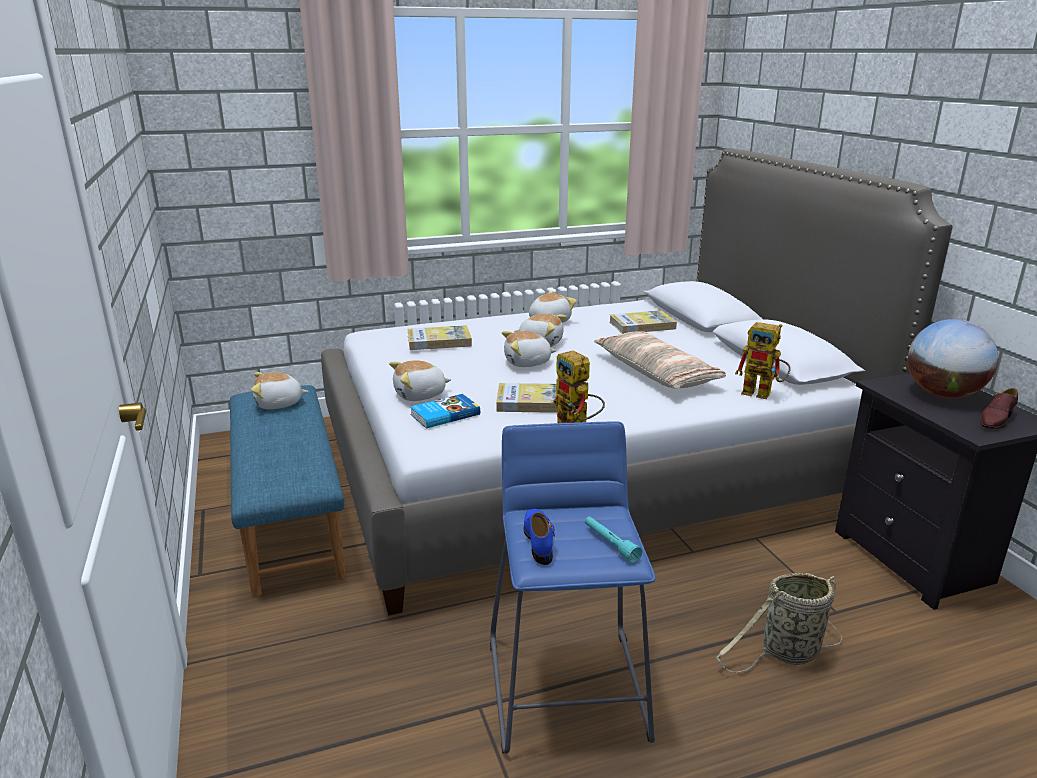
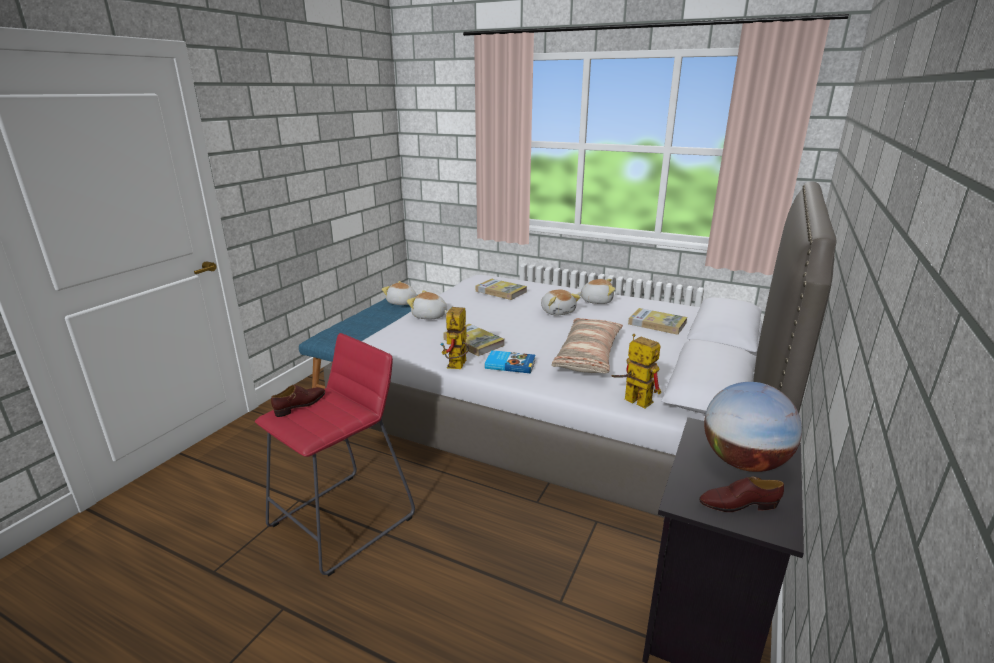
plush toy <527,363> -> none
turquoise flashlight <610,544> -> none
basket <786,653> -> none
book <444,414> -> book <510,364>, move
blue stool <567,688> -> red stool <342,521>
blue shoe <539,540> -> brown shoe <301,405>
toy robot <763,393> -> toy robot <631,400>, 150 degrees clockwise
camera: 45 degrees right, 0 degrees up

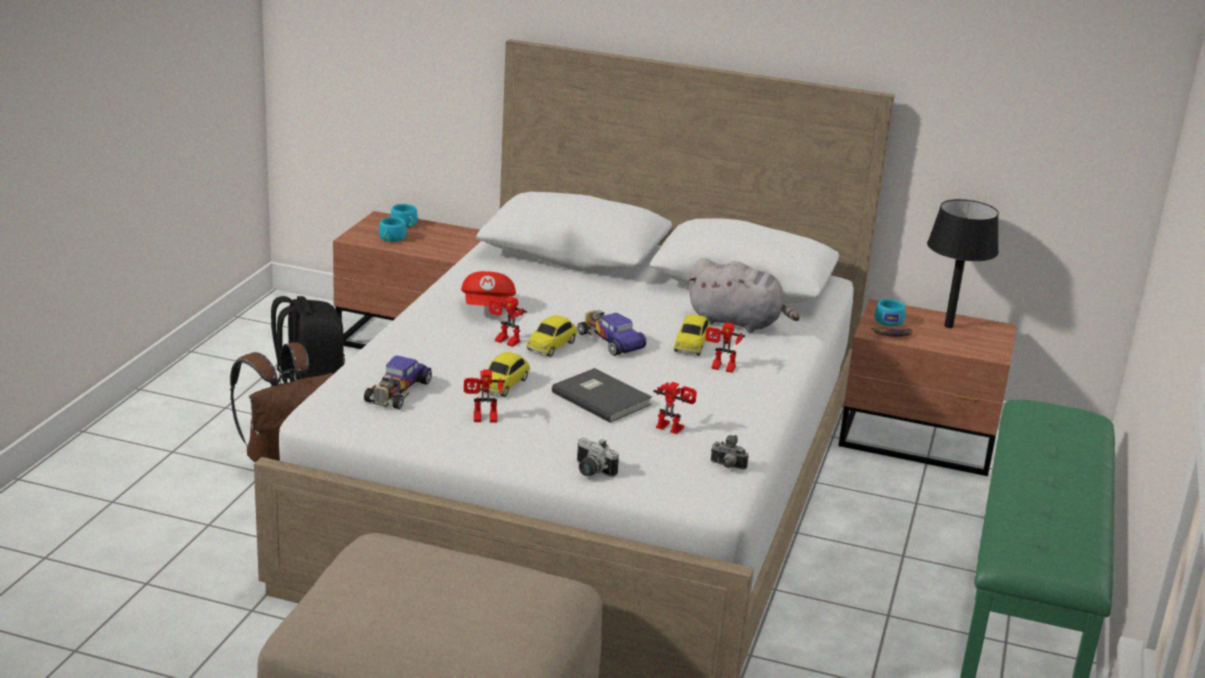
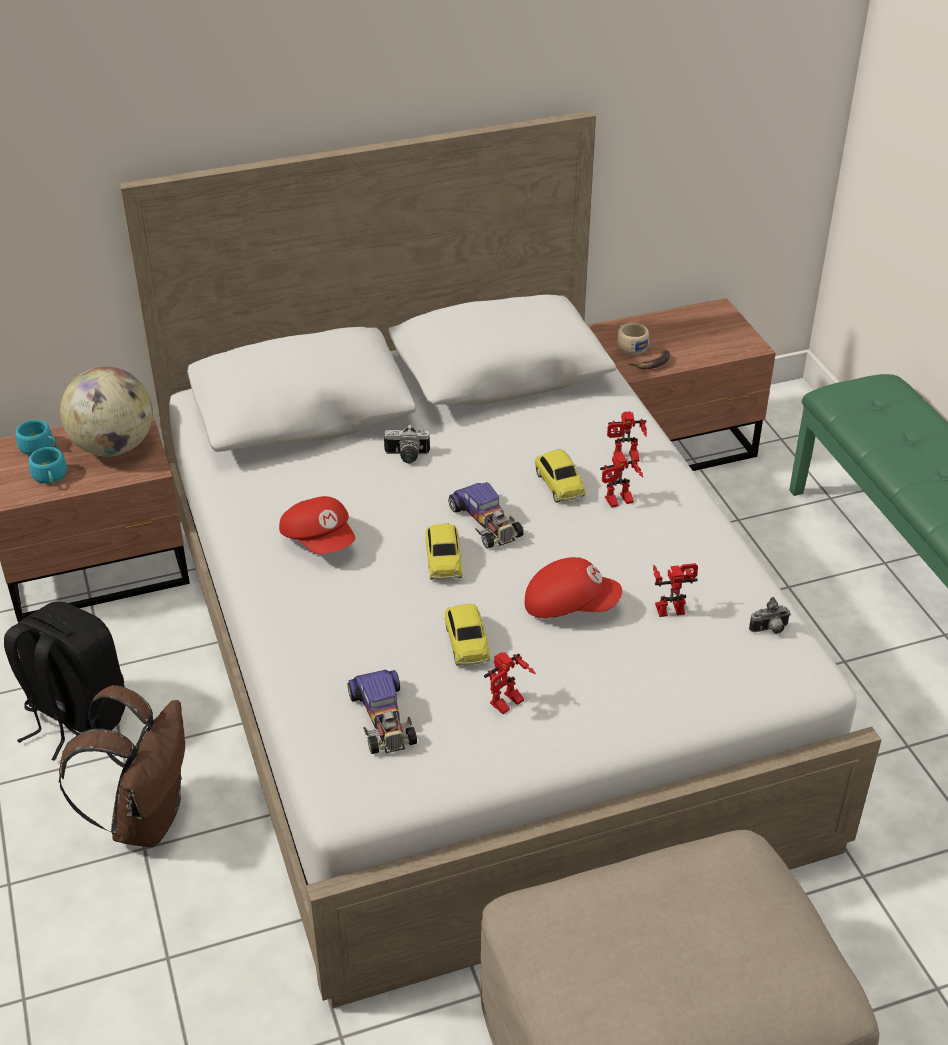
grey plush toy <738,323> -> none
black table lamp <948,326> -> none
none -> globe <114,447>
toy robot <504,342> -> toy robot <625,459>, move
photo camera <591,471> -> photo camera <406,456>, move
grey book <602,397> -> red cap <570,605>
turquoise cup <888,320> -> beige cup <629,345>
toy car <610,341> -> toy car <486,522>, 135 degrees counterclockwise
camera: 35 degrees left, 15 degrees up

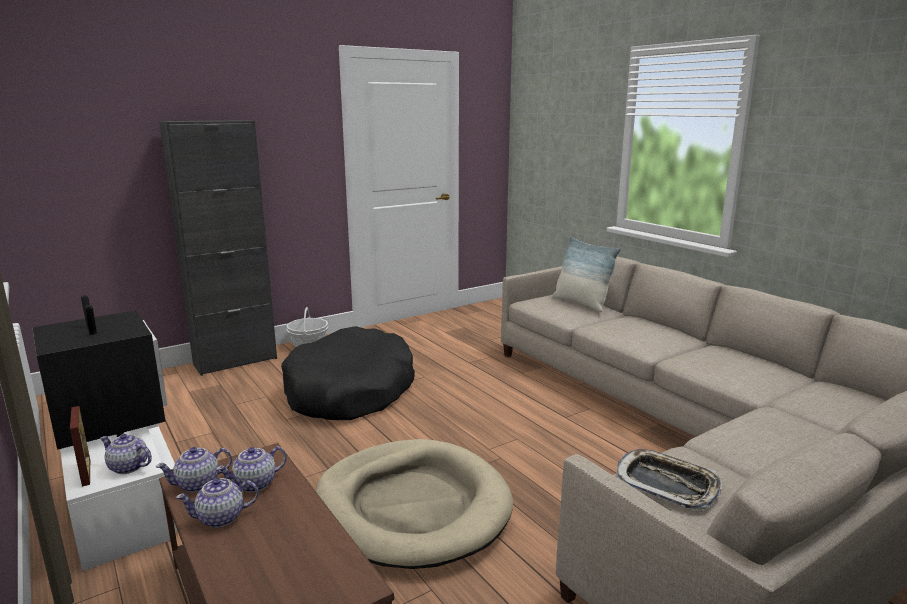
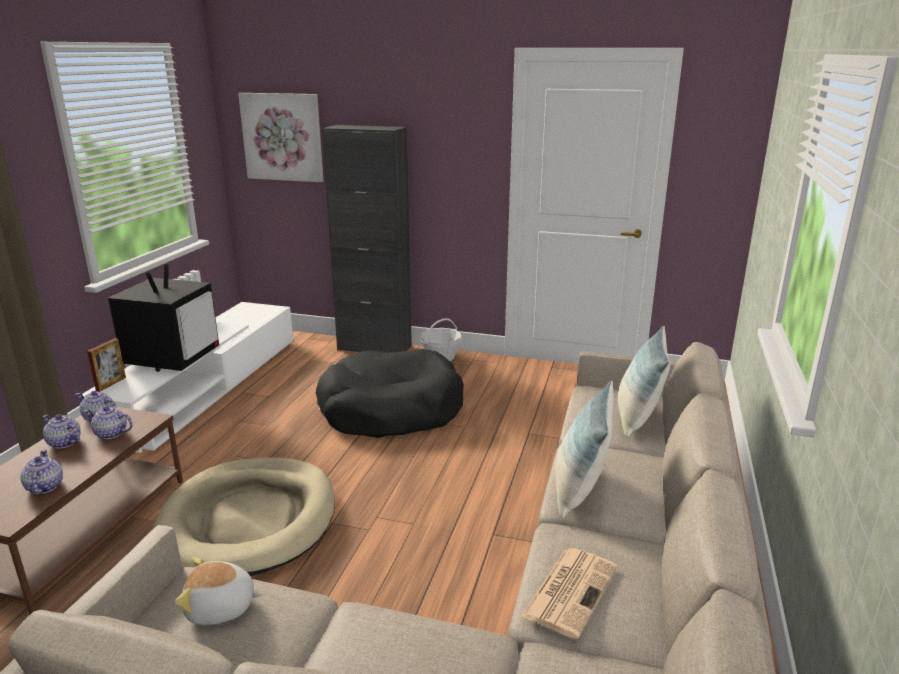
none -> picture <283,137>
none -> newspaper <570,590>
none -> pillow <579,489>
teapot <128,467> -> teapot <44,487>, move
tray <666,484> -> plush toy <220,608>
camera: 50 degrees right, 5 degrees up

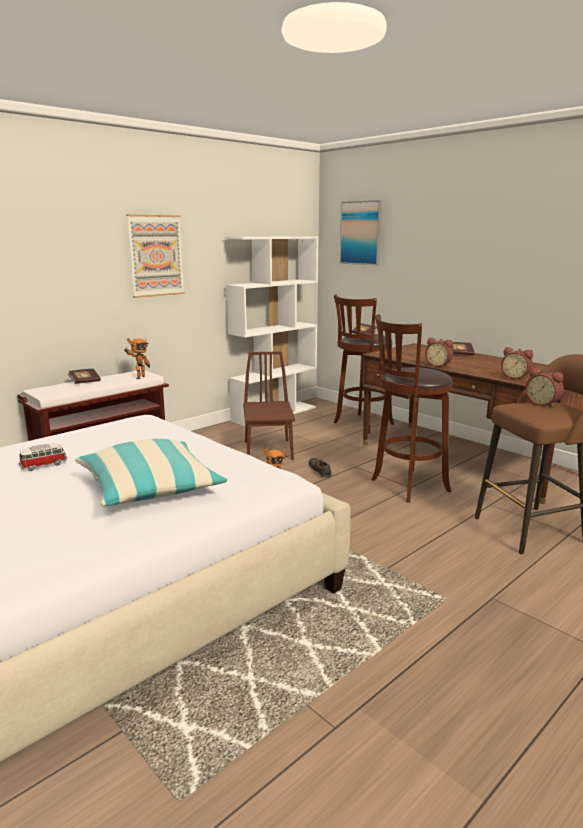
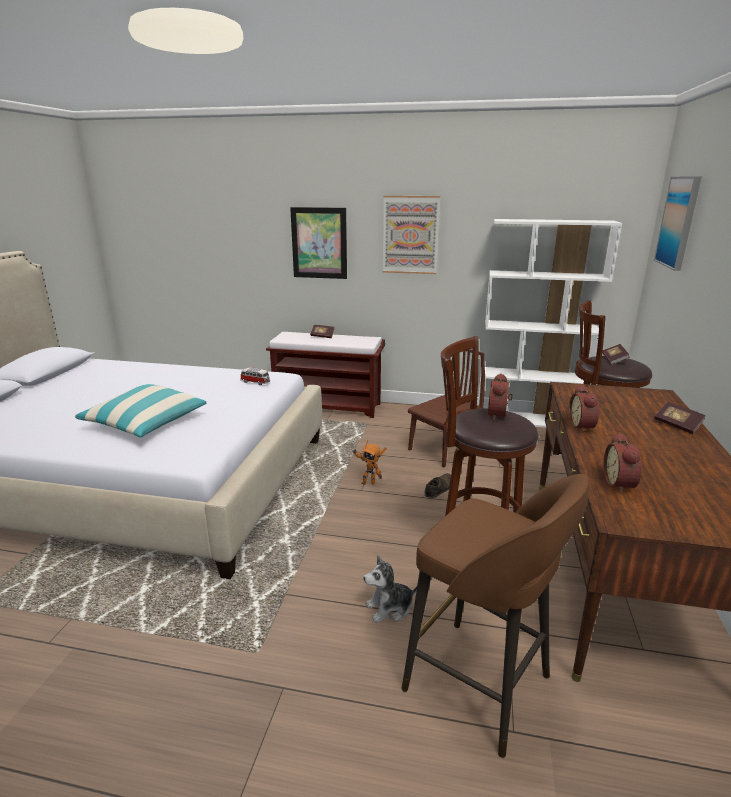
toy robot <139,377> -> none
none -> picture <319,243>
none -> plush toy <390,608>
toy car <44,465> -> toy car <256,382>, move
alarm clock <543,403> -> alarm clock <499,415>, move
camera: 55 degrees right, 5 degrees up

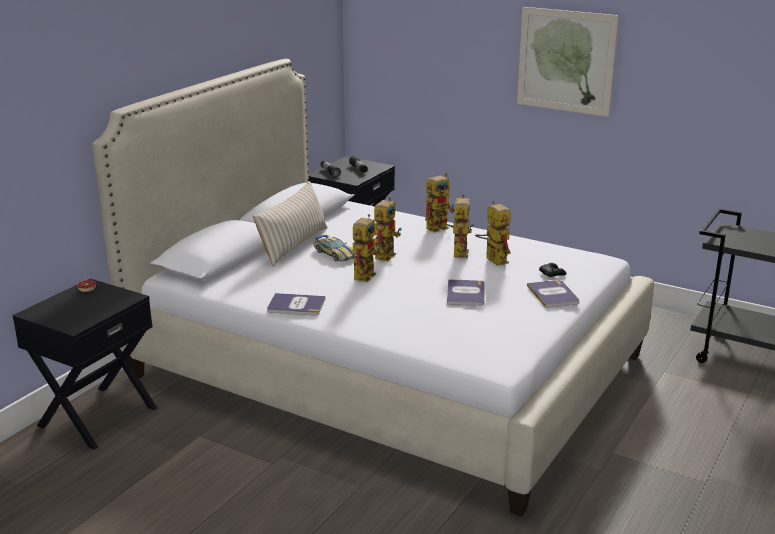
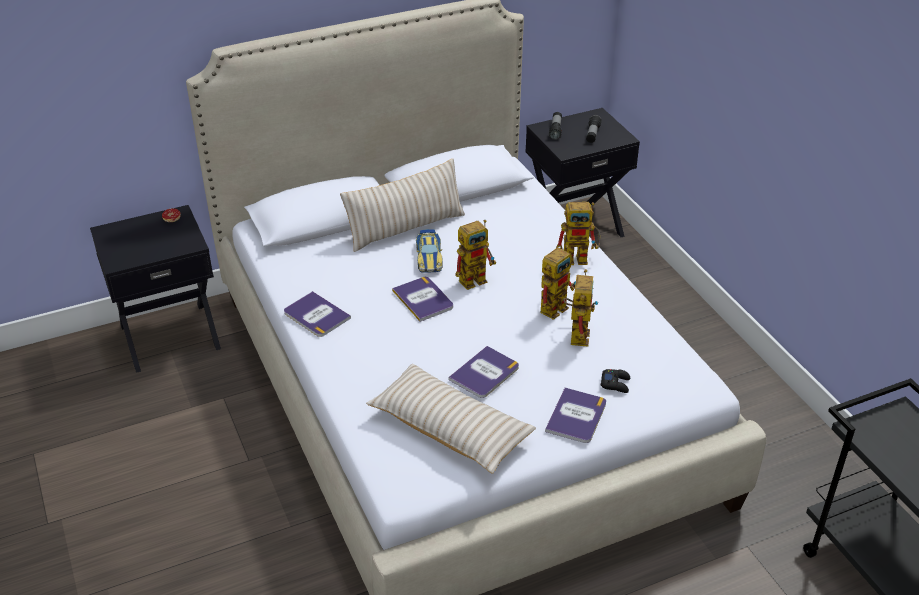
picture <566,61> -> none
none -> beige pillow <450,429>
toy robot <365,274> -> book <423,299>
camera: 35 degrees right, 15 degrees up

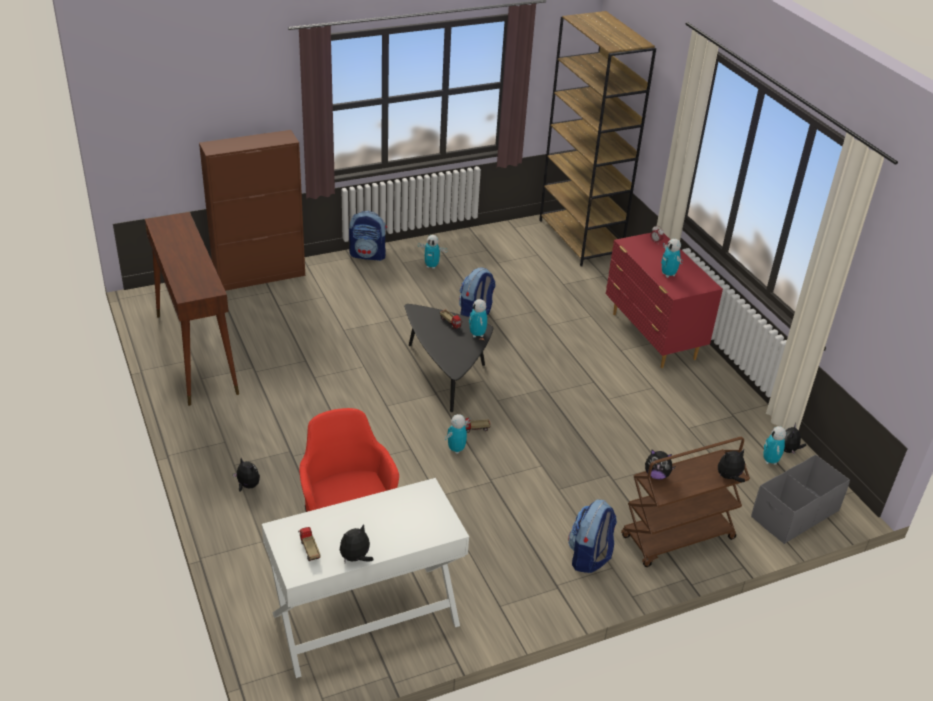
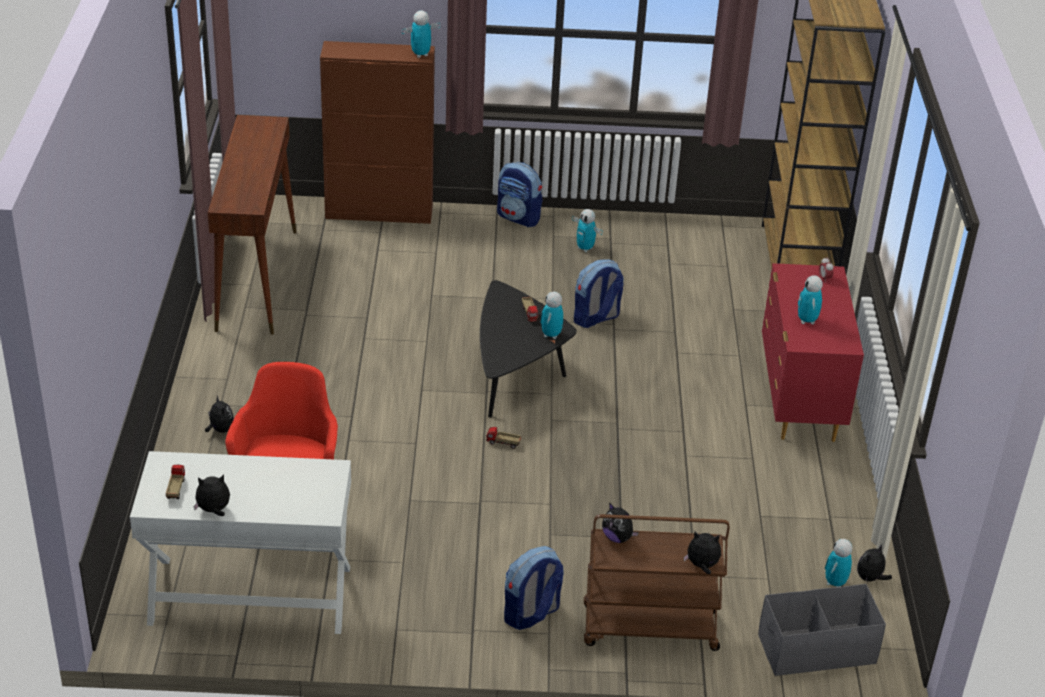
toy robot <456,449> -> toy robot <420,54>, move
camera: 25 degrees right, 0 degrees up

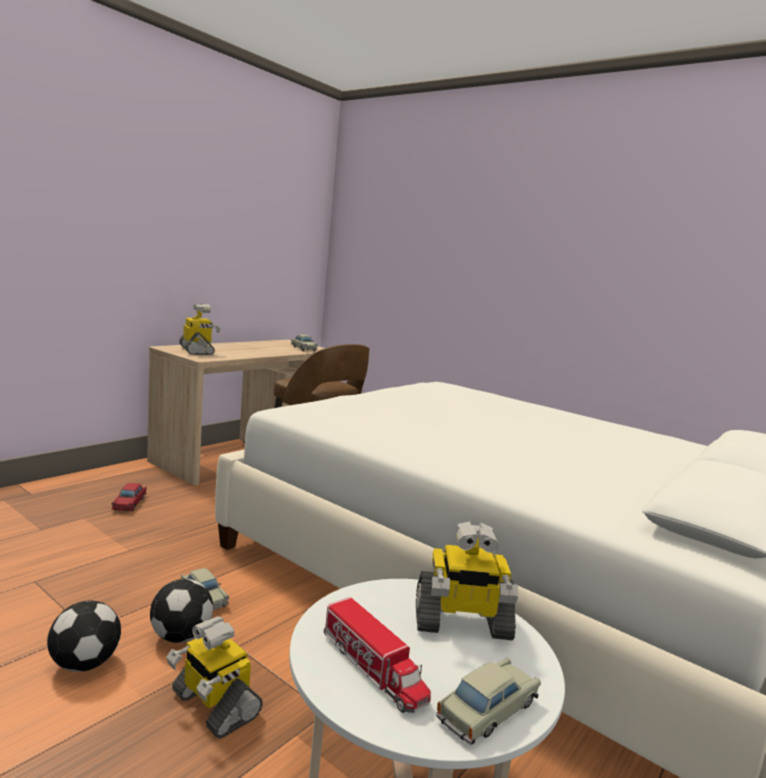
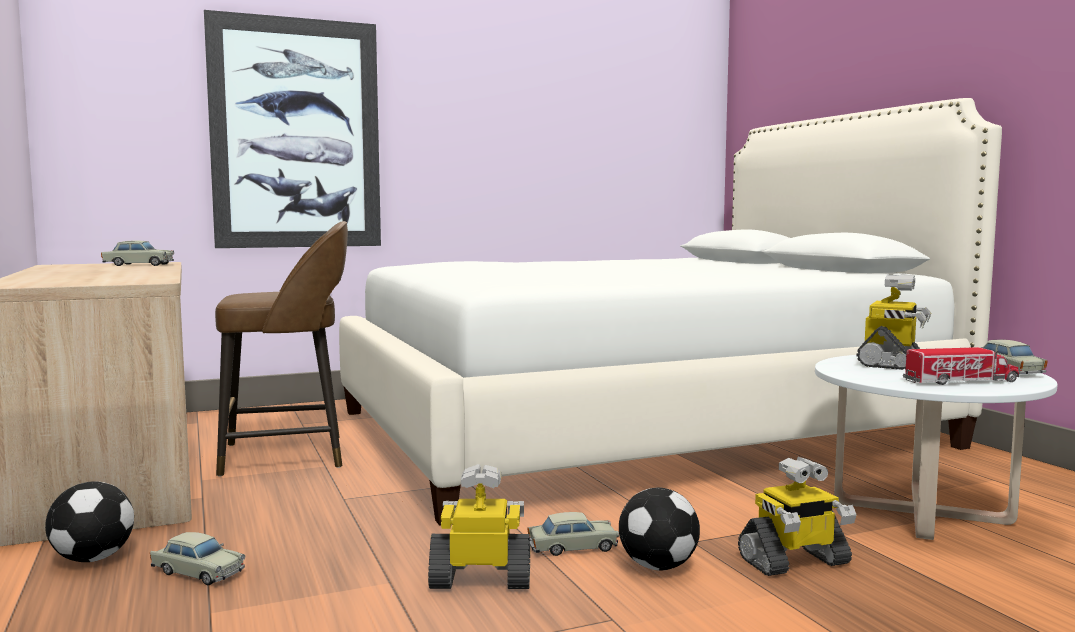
none -> picture <296,134>
football <84,664> -> football <92,559>, move
toy robot <197,351> -> toy robot <482,579>, move
red toy car <130,503> -> beige toy car <198,572>
camera: 60 degrees left, 5 degrees down

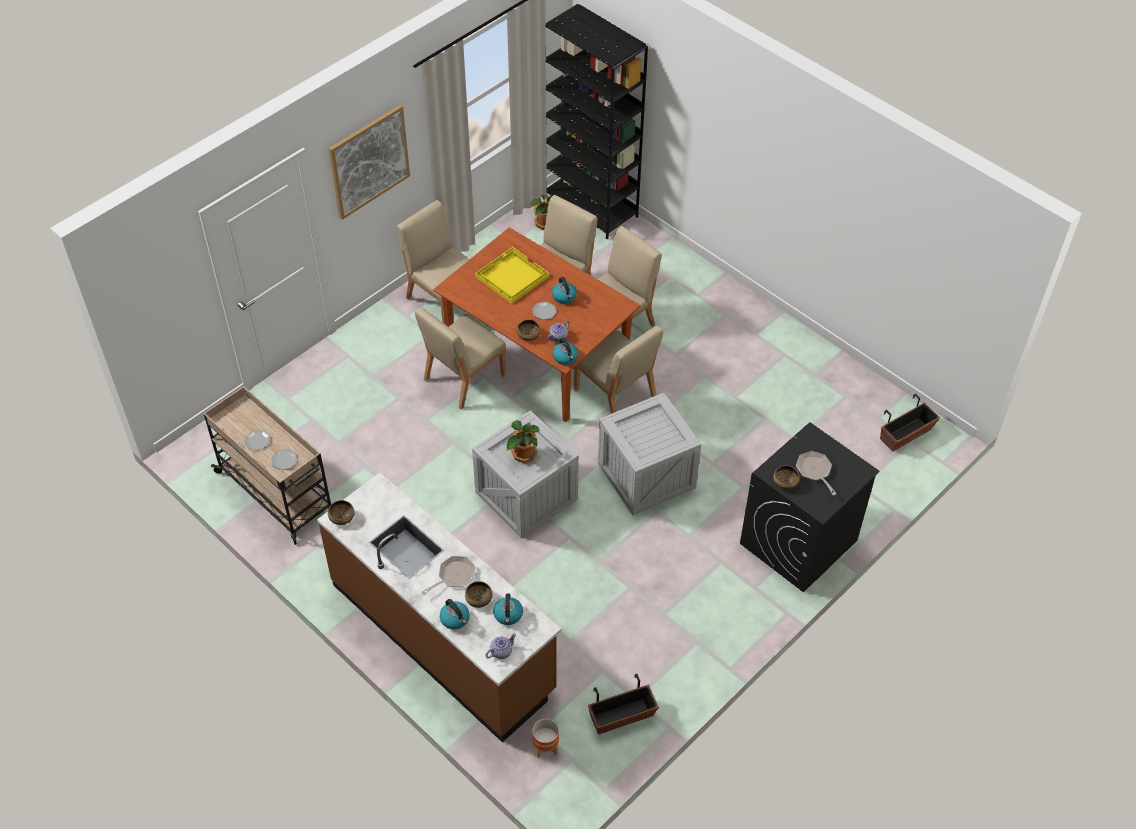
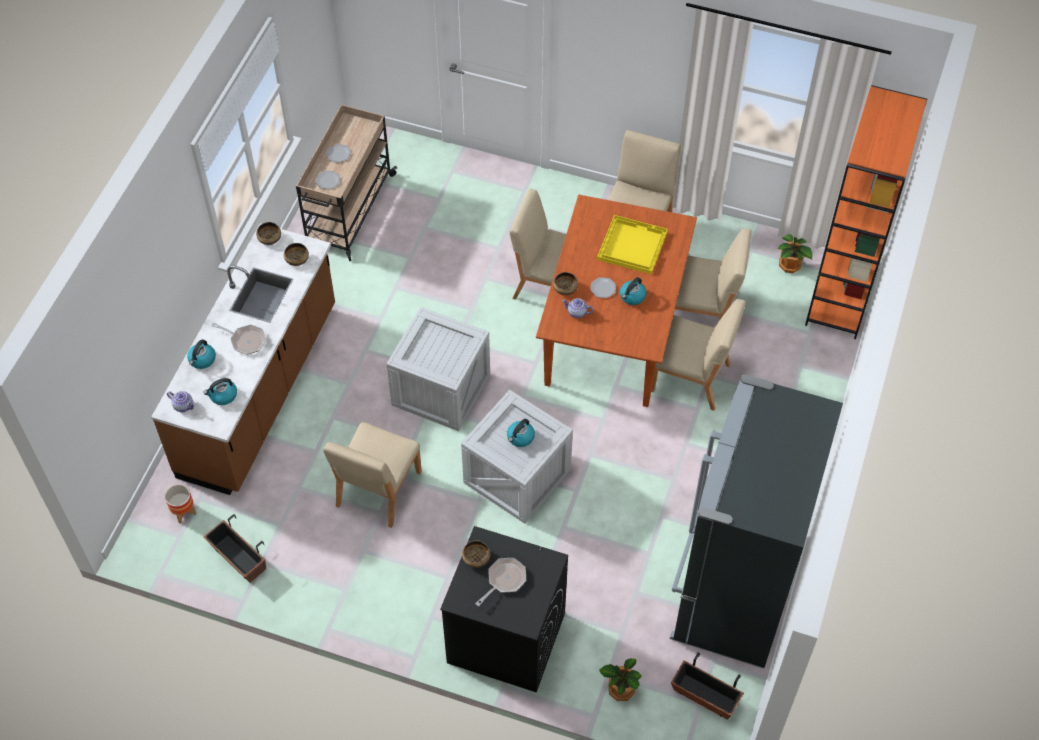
picture <369,161> -> none
none -> black fridge <732,590>
bowl <478,599> -> bowl <296,259>, move
potted plant <523,454> -> potted plant <620,689>, move
kettle <565,357> -> kettle <520,437>, move
beige chair <615,394> -> beige chair <377,490>, move
black bookcase <591,206> -> orange bookcase <841,294>
camera: 65 degrees right, 5 degrees up

